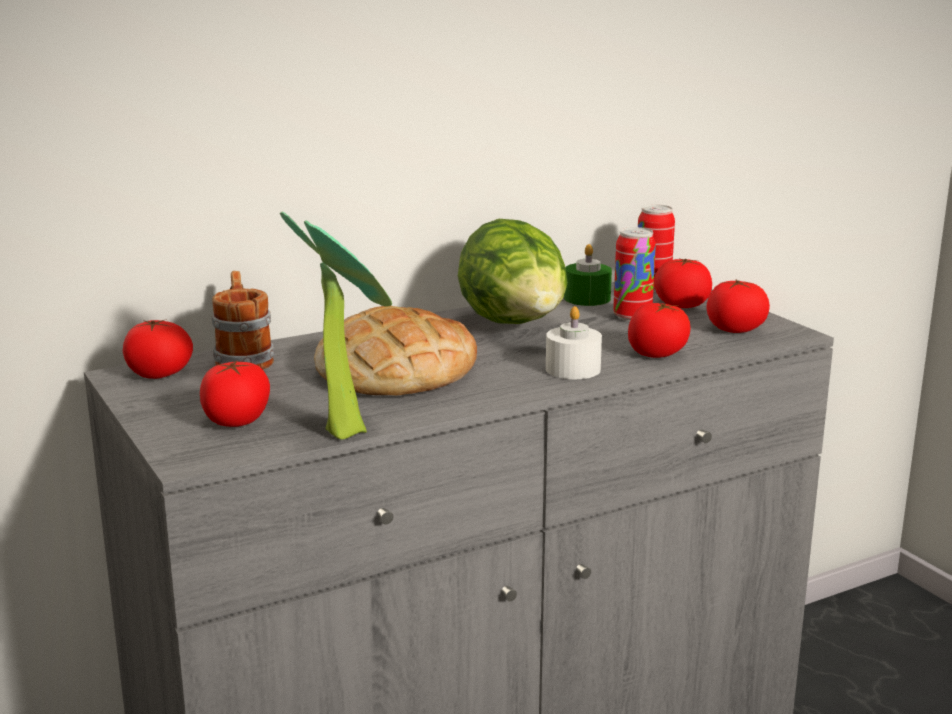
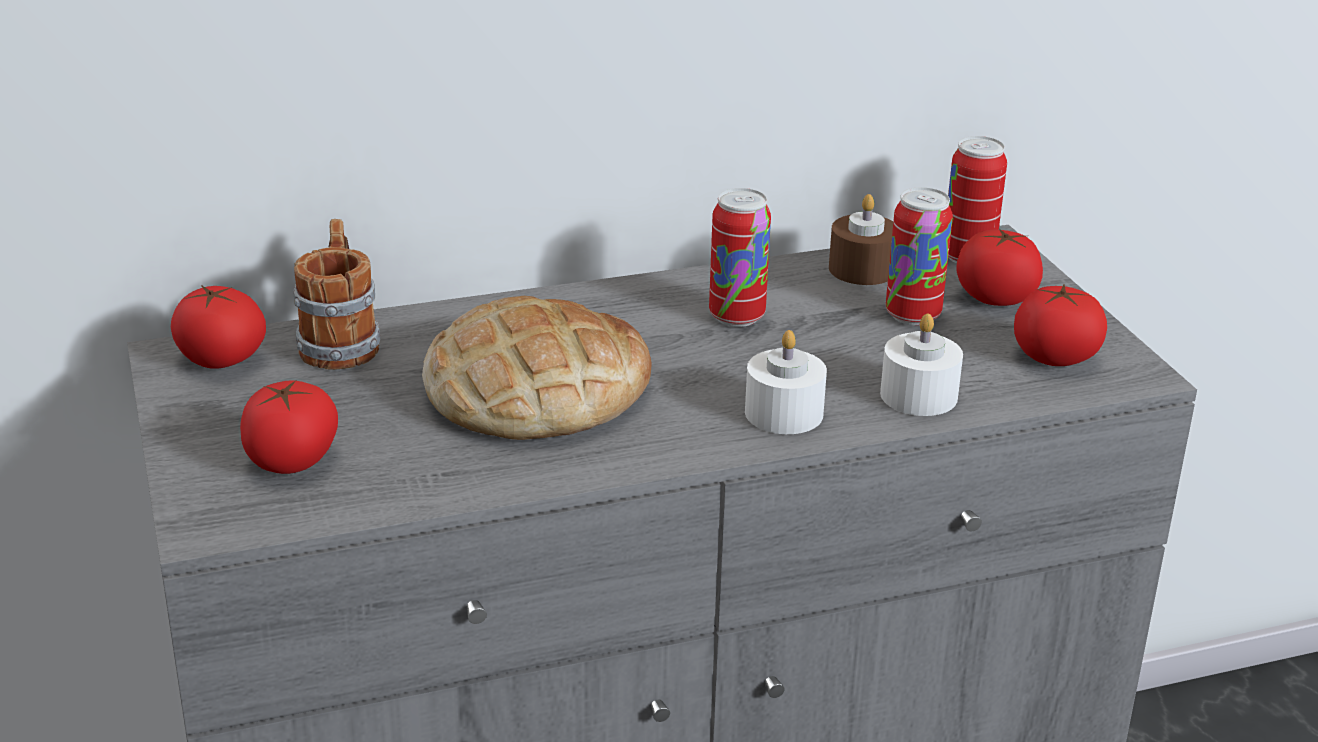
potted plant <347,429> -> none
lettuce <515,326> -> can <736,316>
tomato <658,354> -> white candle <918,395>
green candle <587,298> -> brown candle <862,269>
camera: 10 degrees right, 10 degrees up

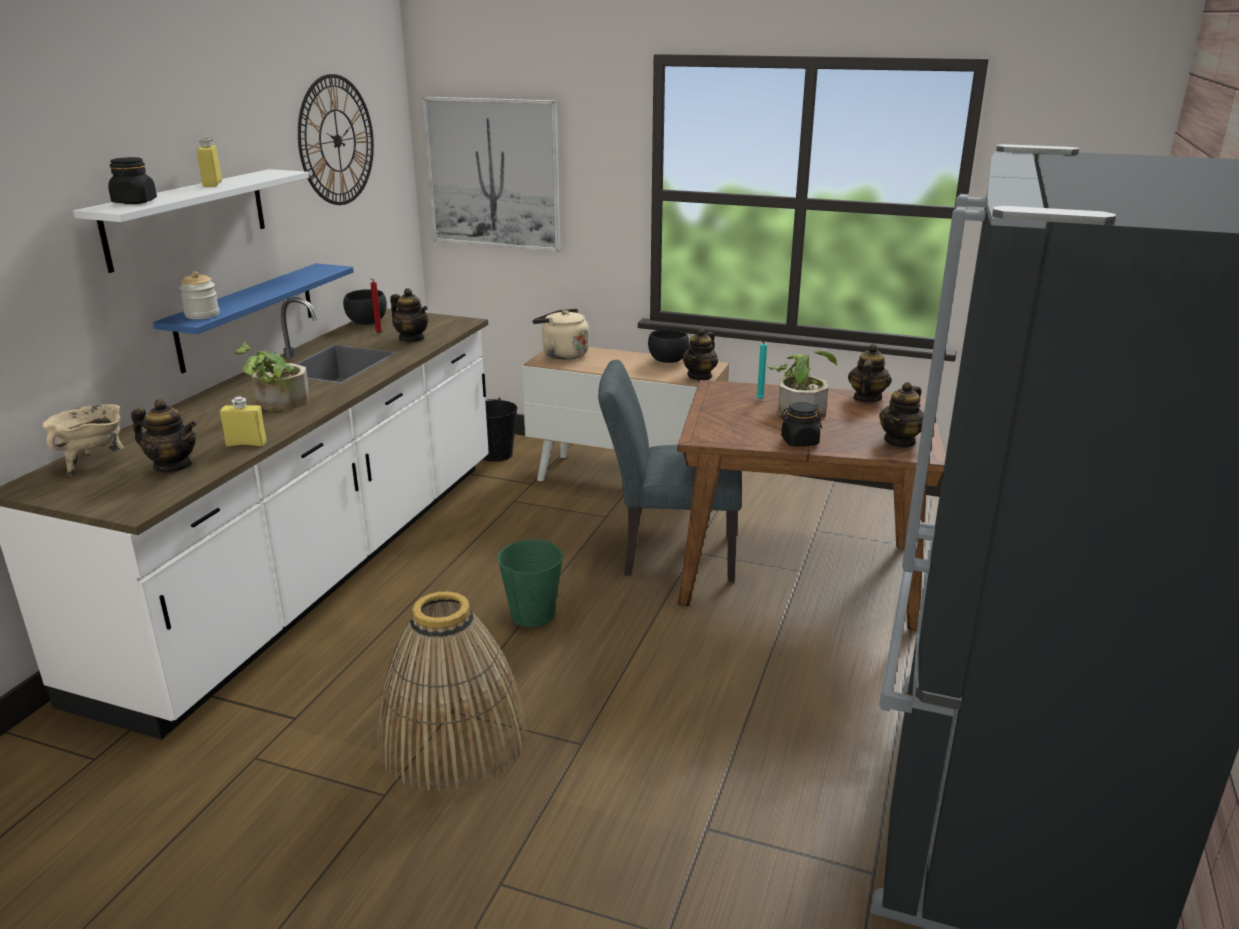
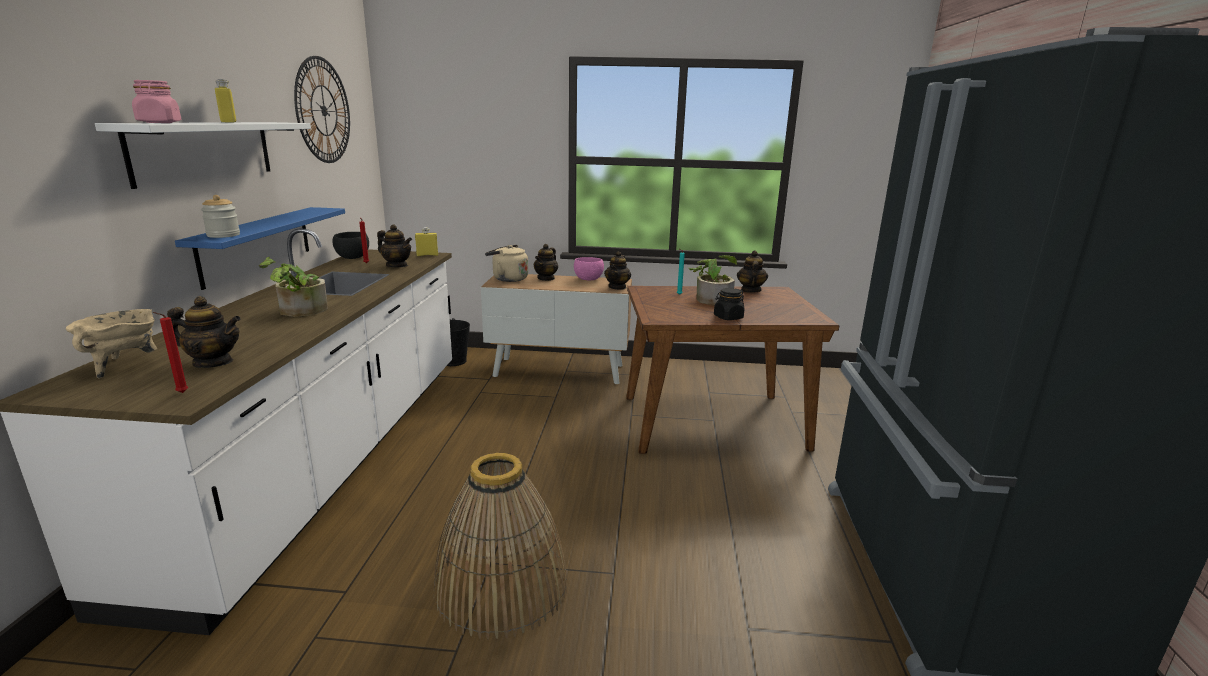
picture <493,174> -> none
green bucket <533,614> -> none
grey chair <668,554> -> none
none -> red candle <180,393>
yellow bottle <246,444> -> yellow bottle <427,255>, move
teapot <900,441> -> teapot <546,278>, move
black jar <135,202> -> pink jar <159,122>
black bowl <668,361> -> pink bowl <589,279>
camera: 15 degrees left, 5 degrees down

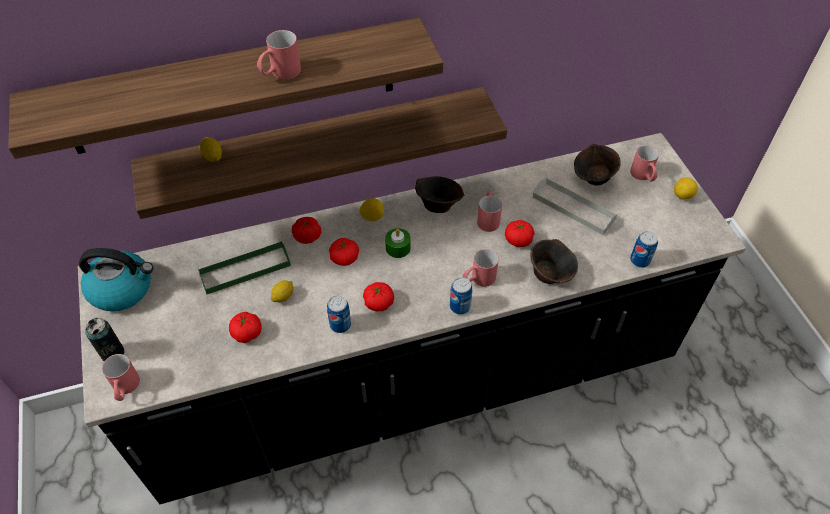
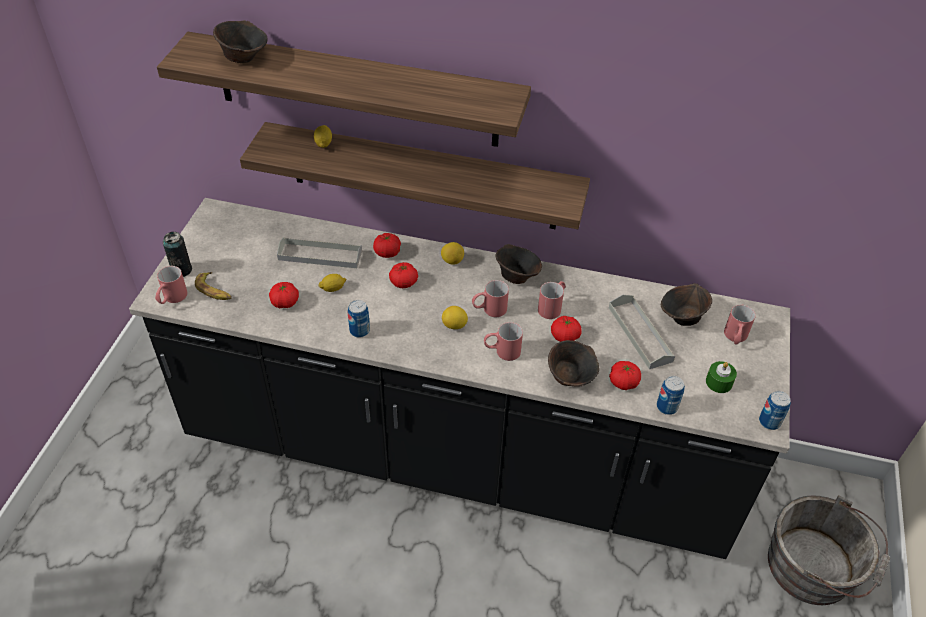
kettle <122,289> -> none
none -> banana <214,290>
none -> brown bowl <243,57>
none -> grey bucket <815,568>
red mug <280,74> -> red mug <489,310>, move
tomato <378,303> -> tomato <623,382>, move
green candle <398,248> -> green candle <719,382>, move
can <460,306> -> can <769,422>, move
lemon <683,196> -> lemon <454,325>, move
green tray <245,269> -> grey tray <320,255>
camera: 30 degrees right, 5 degrees down

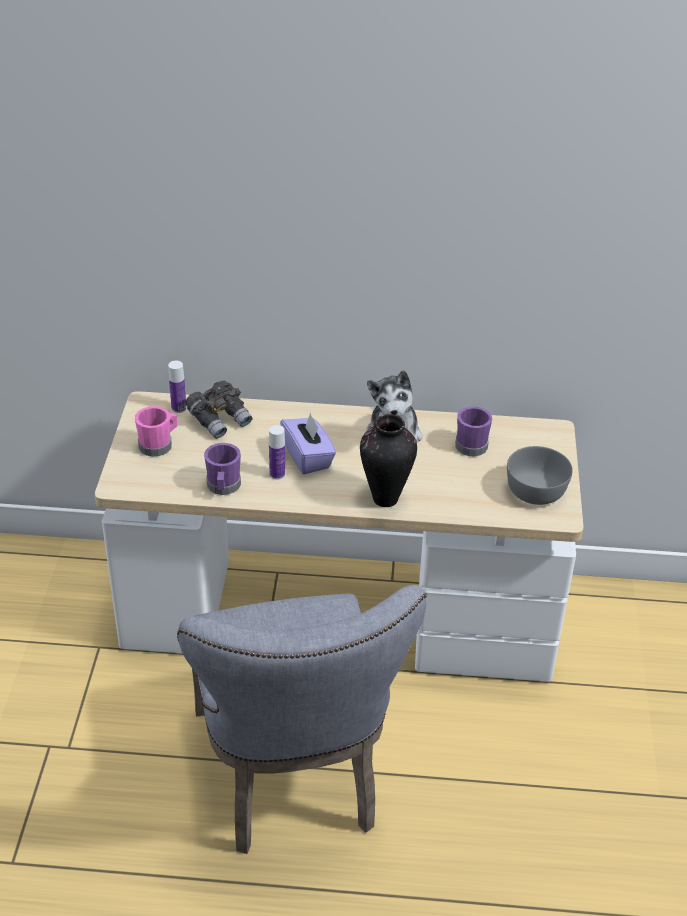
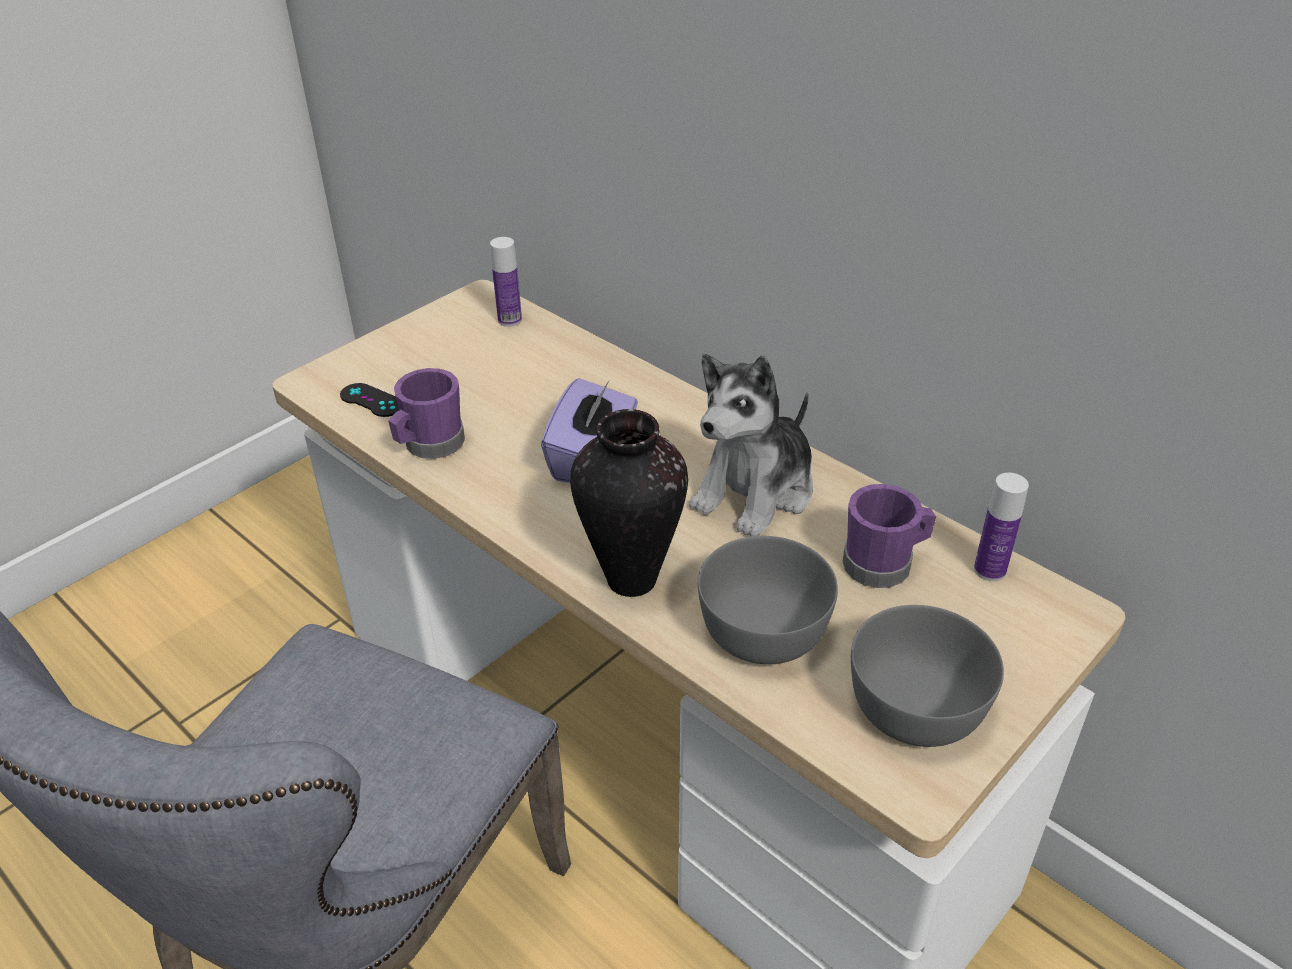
pink mug <158,445> -> none
grey binoculars <220,420> -> none
none -> black game controller <371,400>
none -> grey bowl <765,631>
bottle <277,474> -> bottle <989,570>, move
camera: 40 degrees right, 0 degrees up

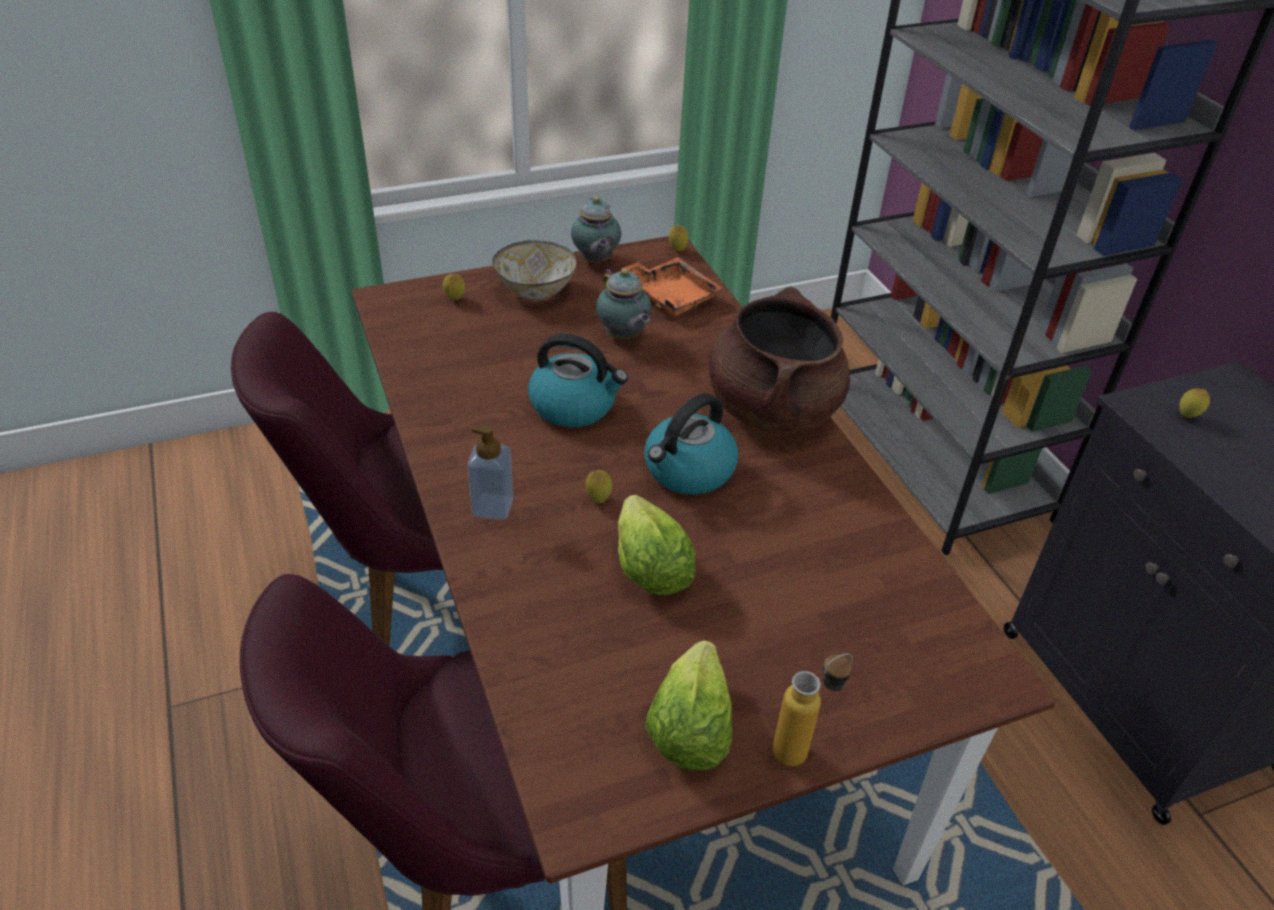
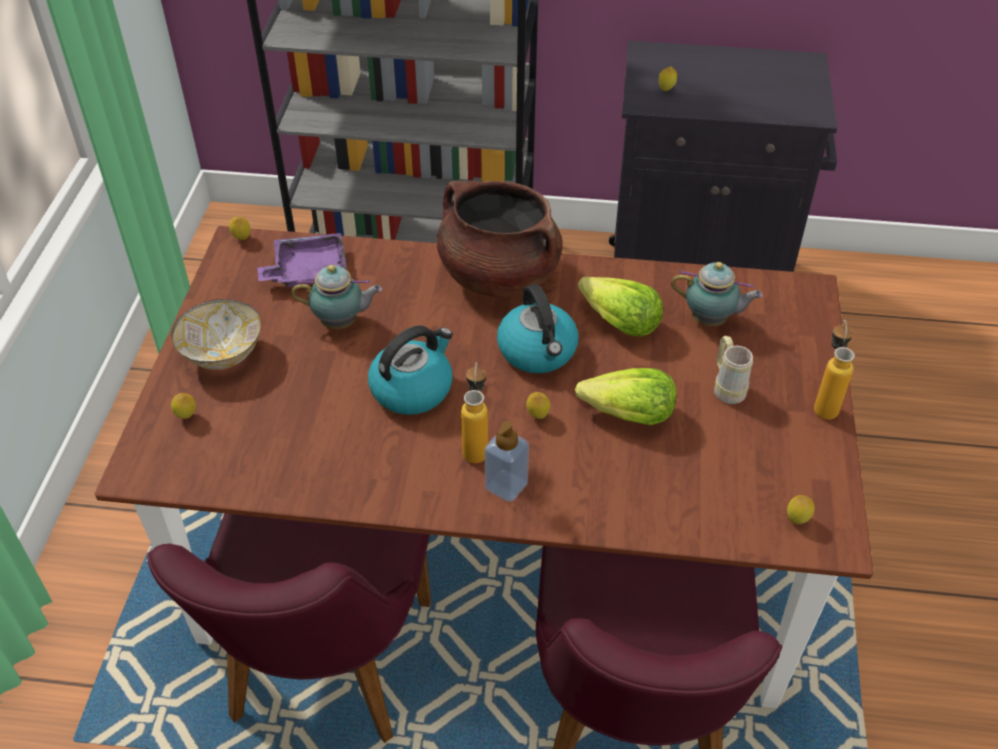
none -> bottle <476,446>
none -> beige mug <727,387>
none -> lemon <797,520>
teapot <595,261> -> teapot <711,321>, move
lettuce <689,727> -> lettuce <619,322>, move
orange tray <671,296> -> purple tray <307,271>
camera: 60 degrees left, 5 degrees up

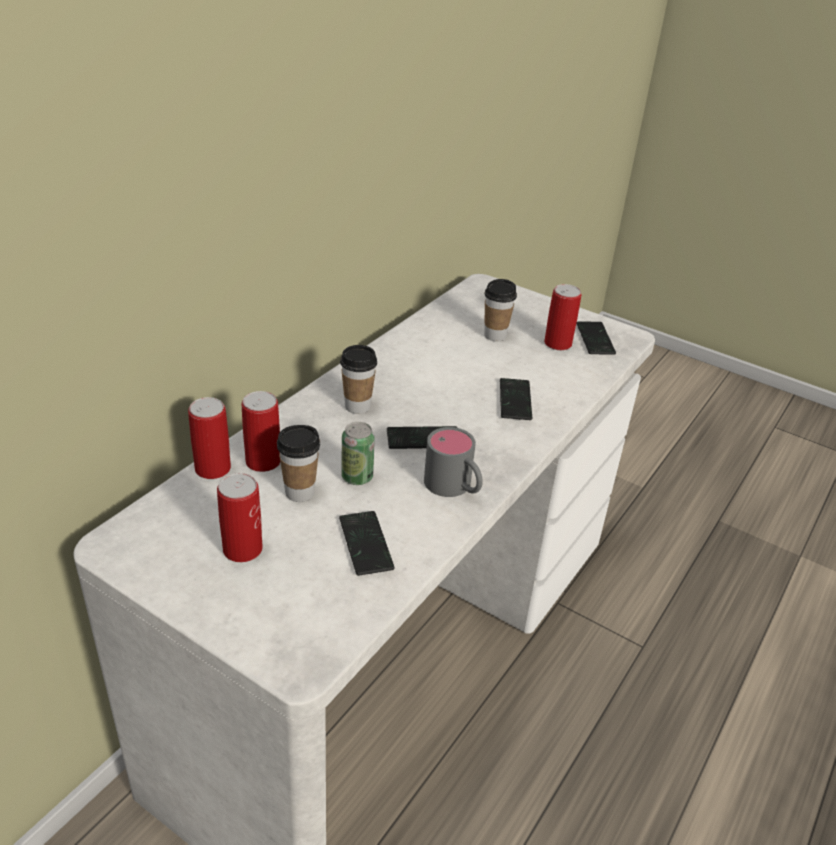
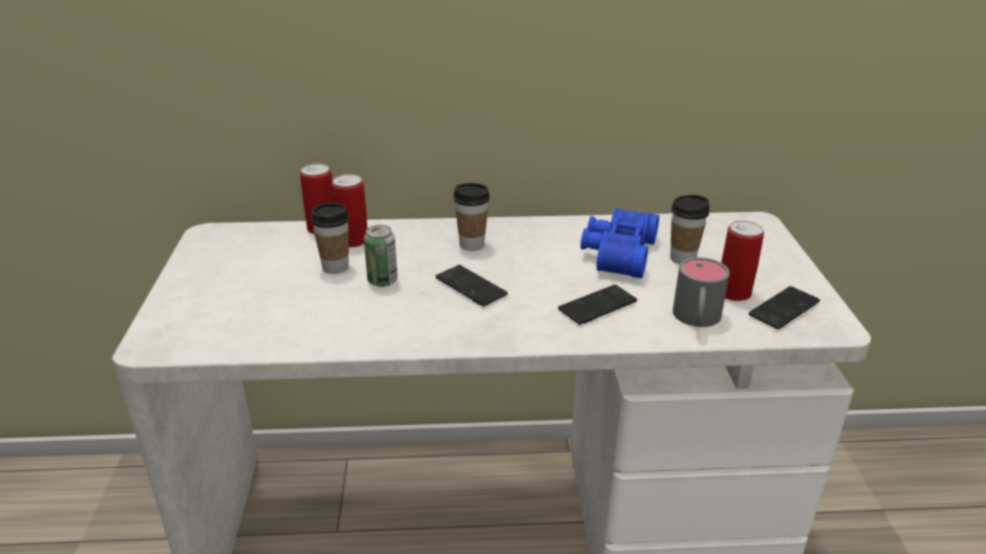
can <242,549> -> none
phone <365,544> -> none
none -> blue binoculars <616,253>
grey mug <454,487> -> grey mug <696,319>, move
camera: 55 degrees right, 5 degrees down

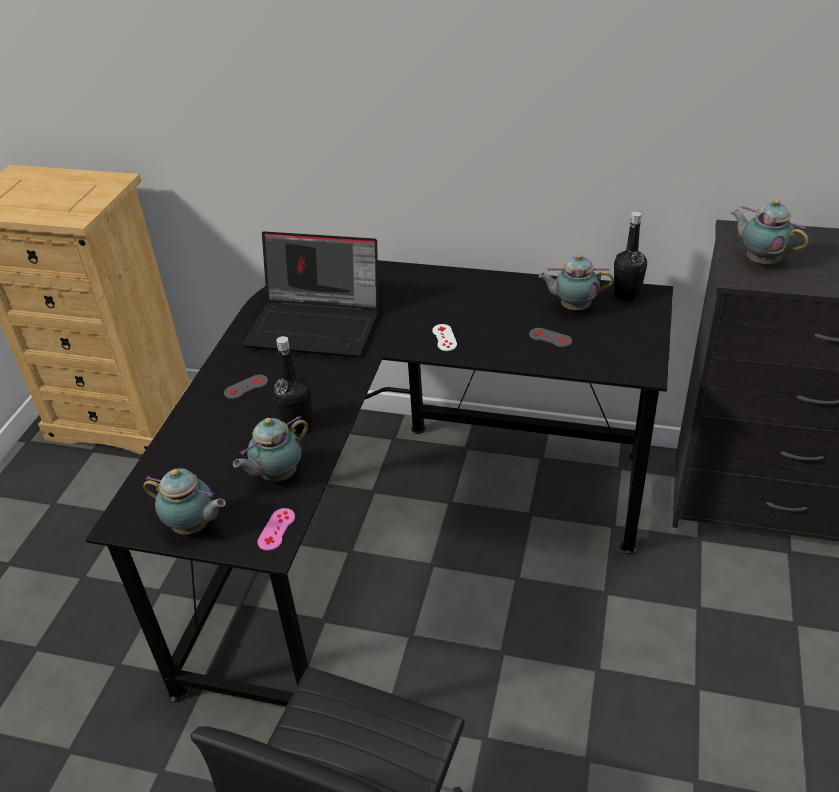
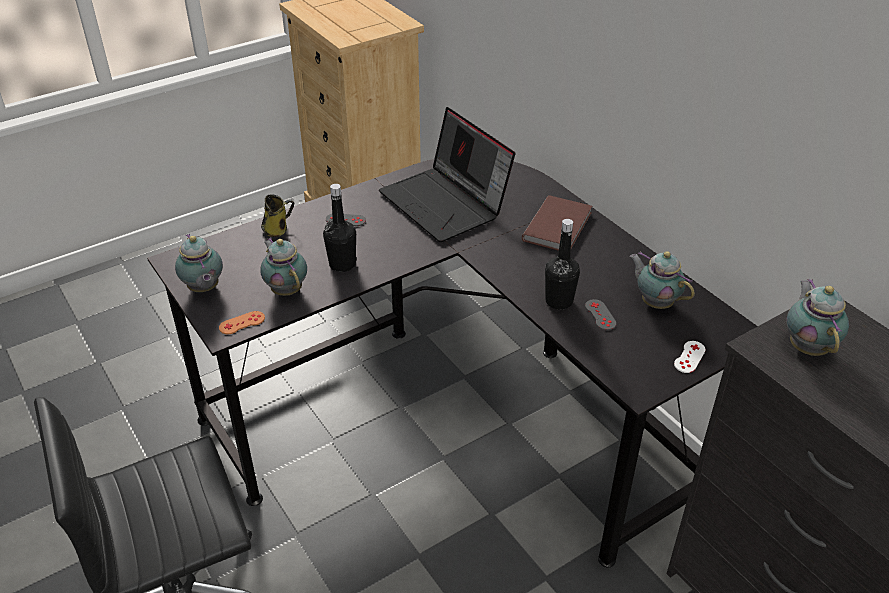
none -> mug <277,229>
none -> brown book <559,226>
white game controller <444,338> -> white game controller <689,357>, move
black bottle <626,295> -> black bottle <559,301>, move
pink game controller <276,529> -> orange game controller <242,323>
teapot <277,475> -> teapot <286,289>, 60 degrees clockwise
camera: 40 degrees right, 0 degrees up

